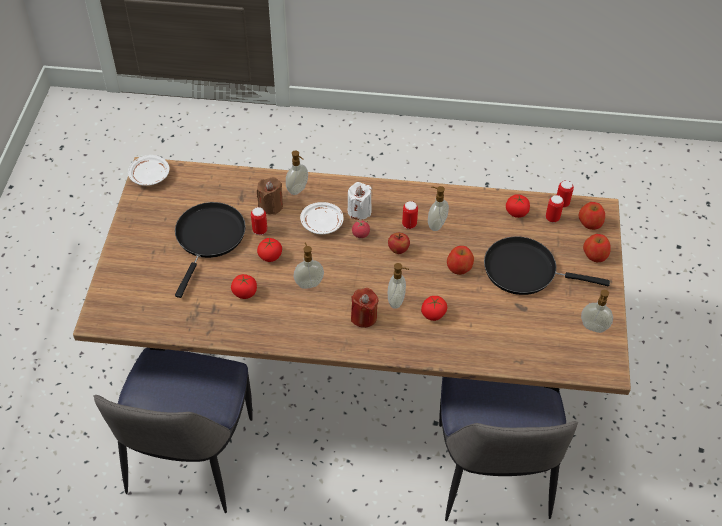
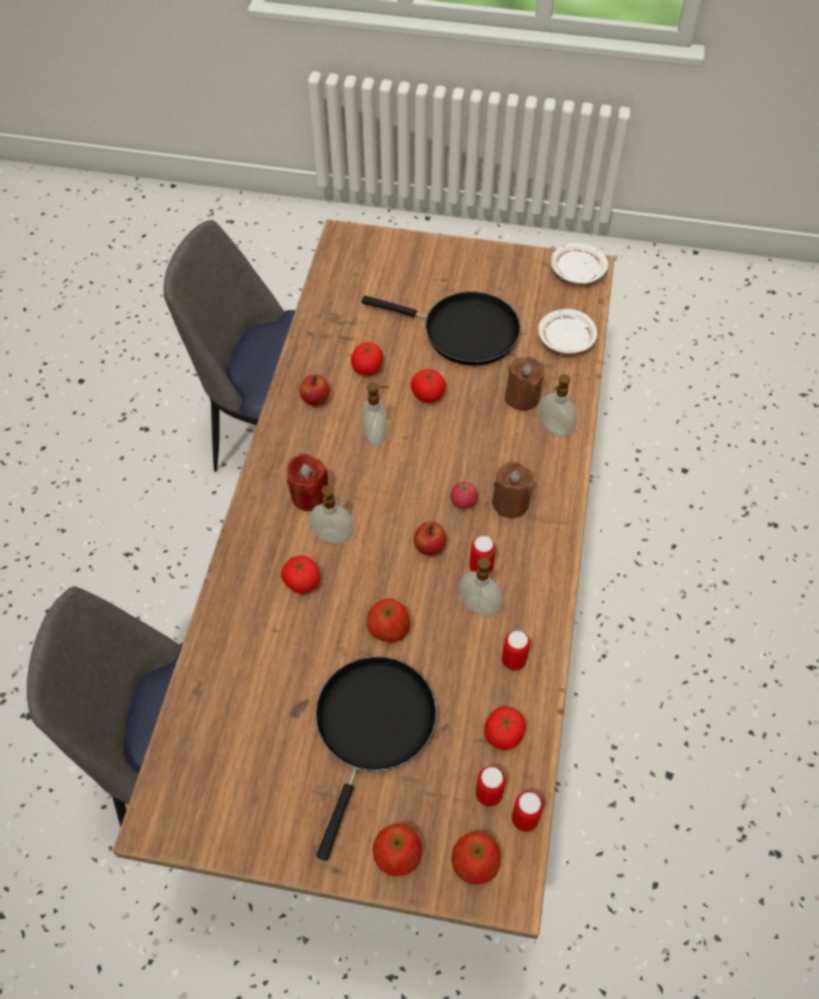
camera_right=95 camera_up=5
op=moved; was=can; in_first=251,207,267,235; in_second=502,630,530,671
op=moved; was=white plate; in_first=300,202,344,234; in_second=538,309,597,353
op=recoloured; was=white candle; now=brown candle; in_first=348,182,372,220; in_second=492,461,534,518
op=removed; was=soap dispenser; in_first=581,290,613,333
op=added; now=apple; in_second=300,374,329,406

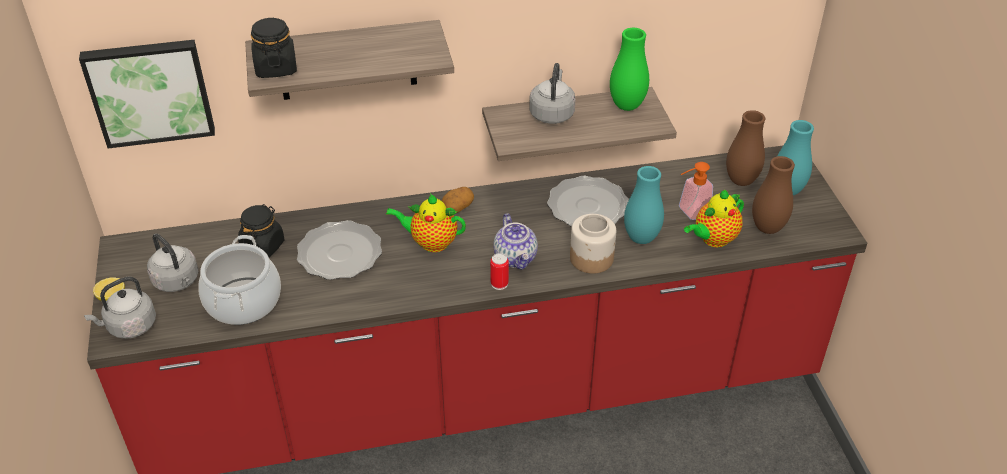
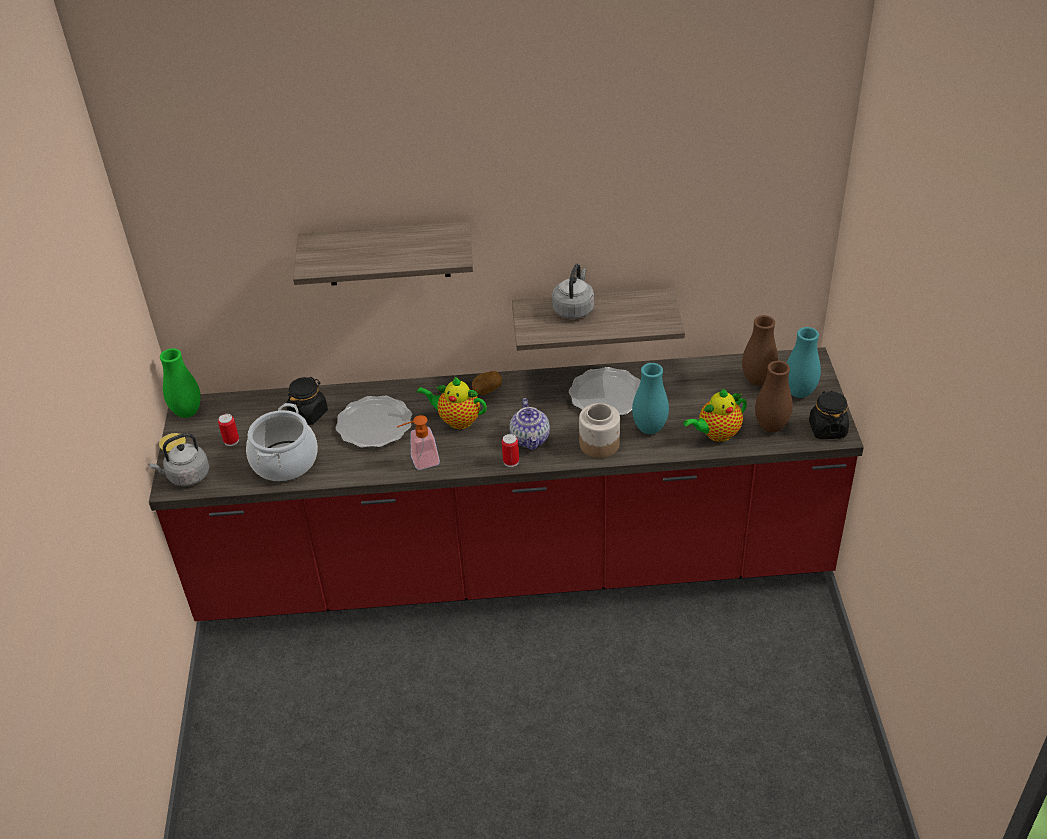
camera_right=10 camera_up=0
op=removed; was=picture; in_first=79,40,215,148
op=replaced; was=grey kettle; now=can; in_first=147,233,199,292; in_second=218,414,239,446
op=moved; was=black jar; in_first=251,18,297,78; in_second=809,390,849,439
op=moved; was=green vase; in_first=610,28,649,111; in_second=160,348,201,418
op=moved; was=soap dispenser; in_first=679,162,713,220; in_second=397,415,440,470

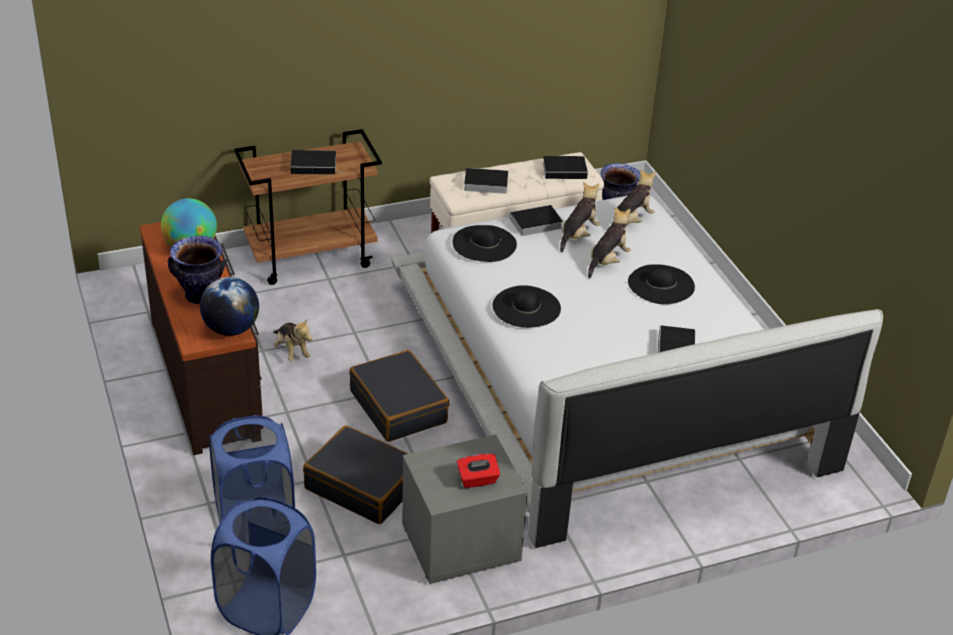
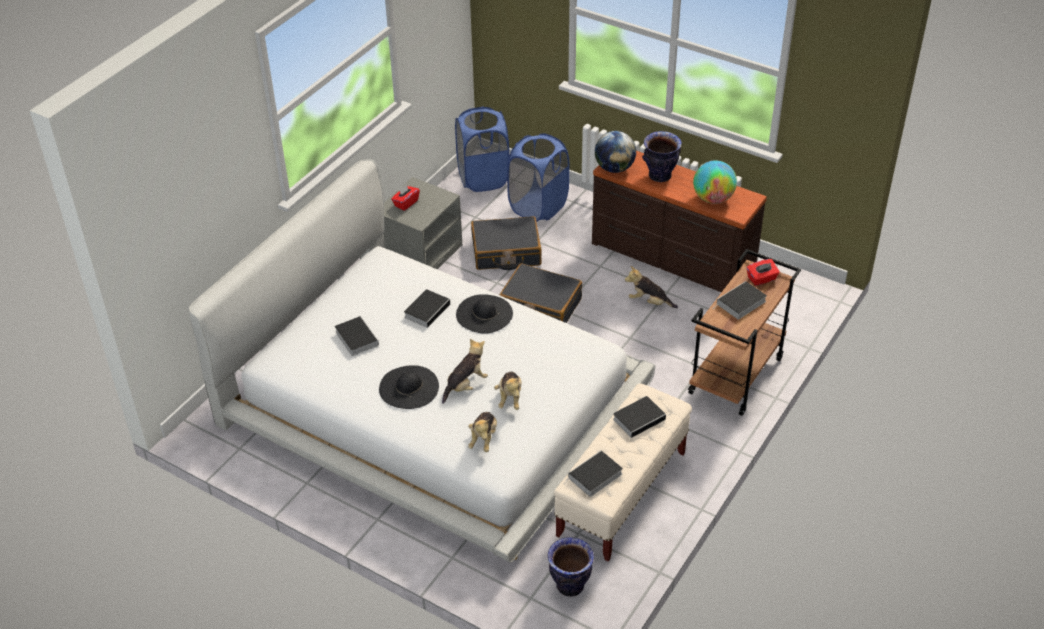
camera_right=145 camera_up=5
op=removed; was=black hat; in_first=453,225,517,262
op=moved; was=book; in_first=503,205,563,236; in_second=404,289,453,328
op=turned; was=plush toy; in_first=588,207,631,278; in_second=442,339,488,404; clockwise=-135
op=added; now=red tissue box; in_second=747,259,780,286

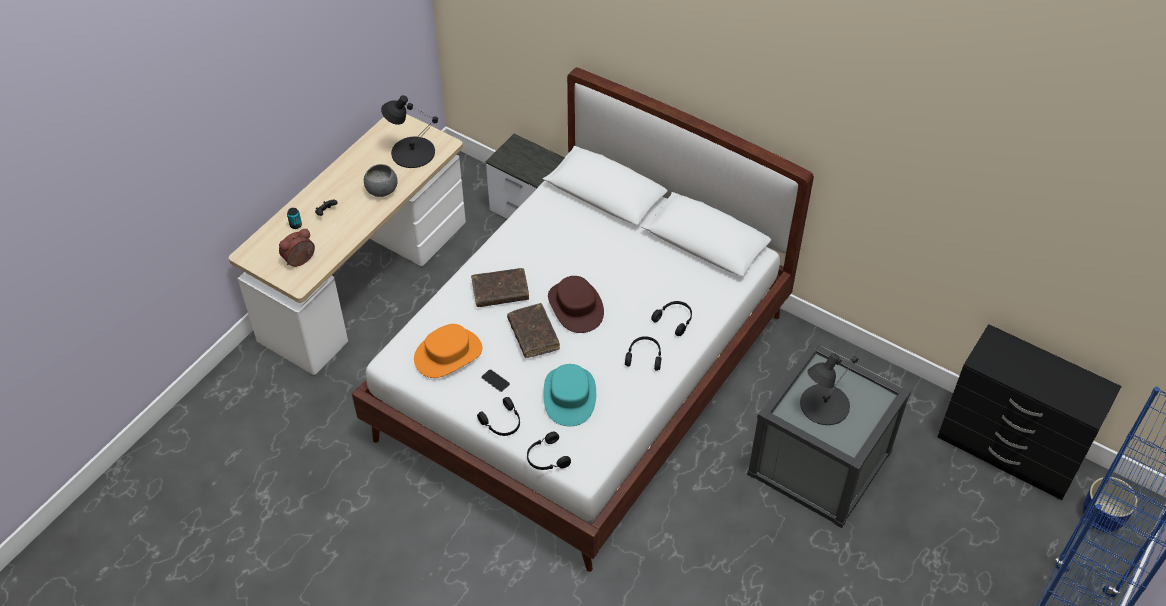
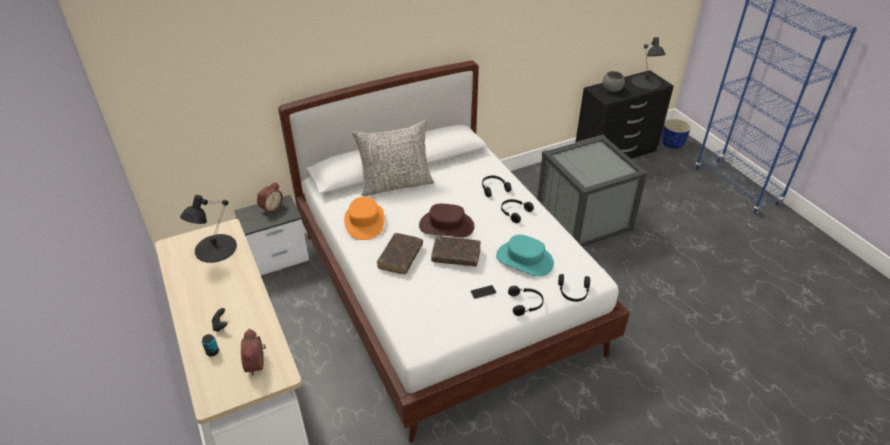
camera_right=-60 camera_up=-10
op=moved; was=grey bowl; in_first=364,164,398,197; in_second=602,71,625,92
op=moved; was=orange hat; in_first=414,324,482,378; in_second=344,197,385,240
op=moved; was=black table lamp; in_first=800,353,858,425; in_second=631,37,666,90
op=added; now=alarm clock; in_second=257,182,283,214
op=added; now=grey pillow; in_second=352,120,434,196

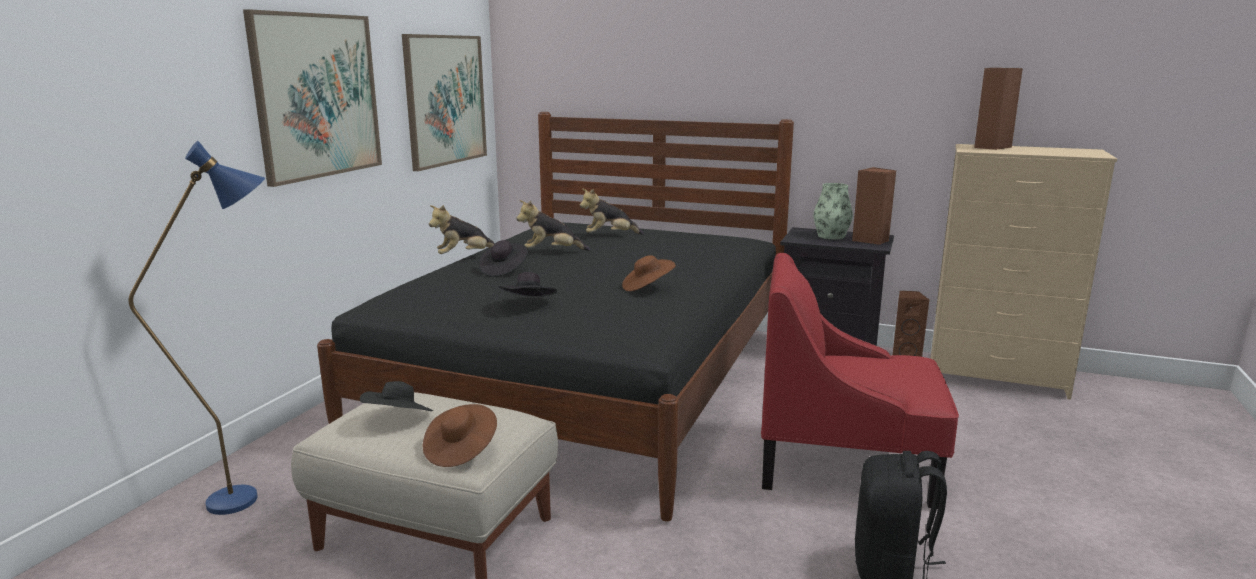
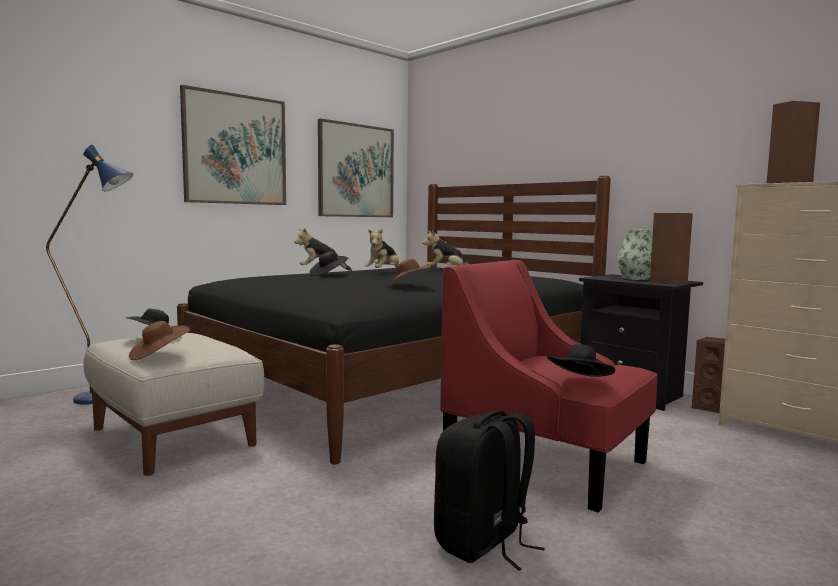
camera_right=25 camera_up=-10
op=moved; was=black hat; in_first=498,272,557,297; in_second=547,344,615,377
op=turned; was=plush toy; in_first=516,200,590,251; in_second=365,228,399,270; clockwise=-75

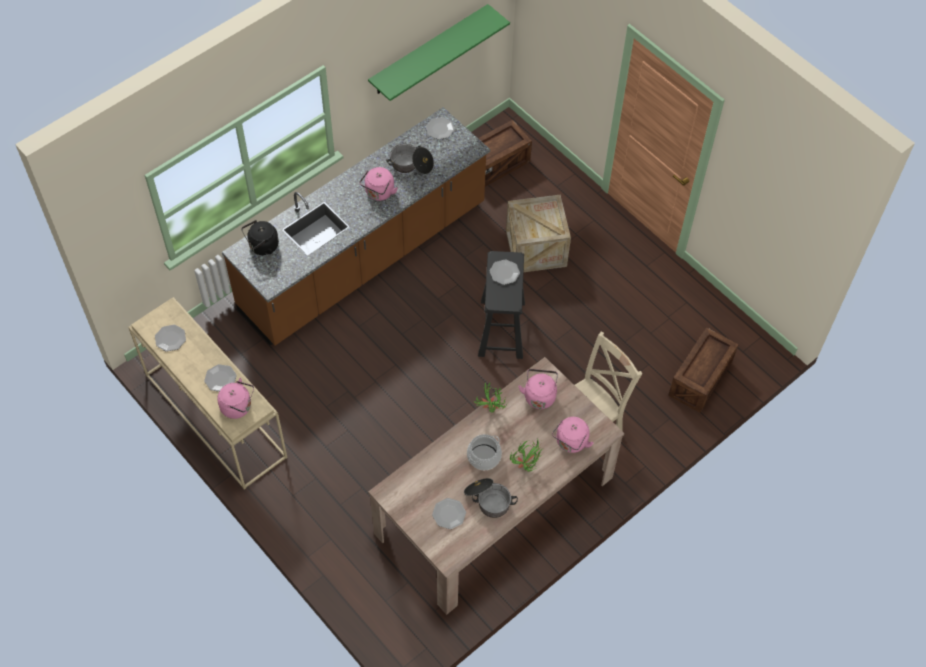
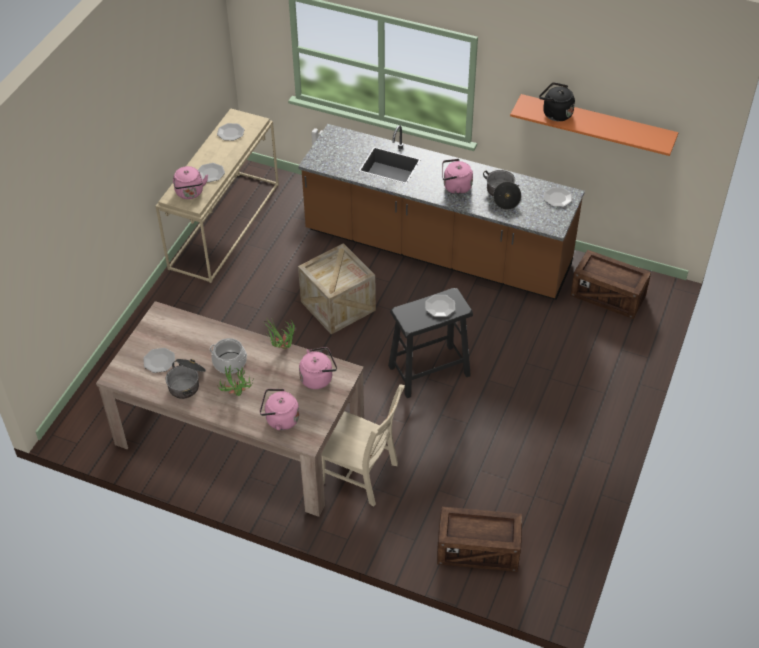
camera_right=65 camera_up=-10
op=moved; was=black kettle; in_first=241,220,279,255; in_second=539,82,575,121
op=recoloured; was=green shelf; now=orange shelf; in_first=368,4,510,101; in_second=510,94,679,156
op=moved; was=crate; in_first=506,195,571,272; in_second=298,243,376,334

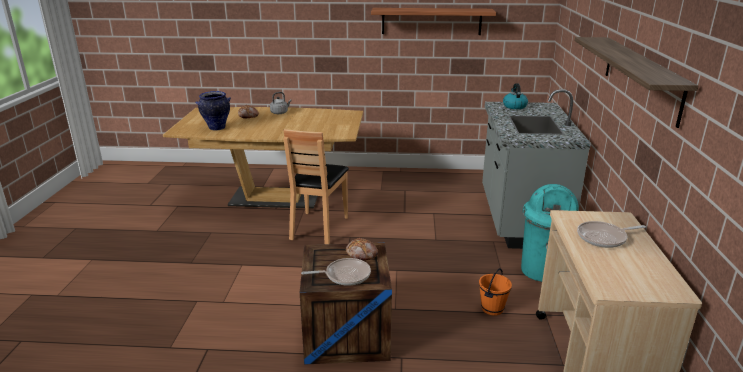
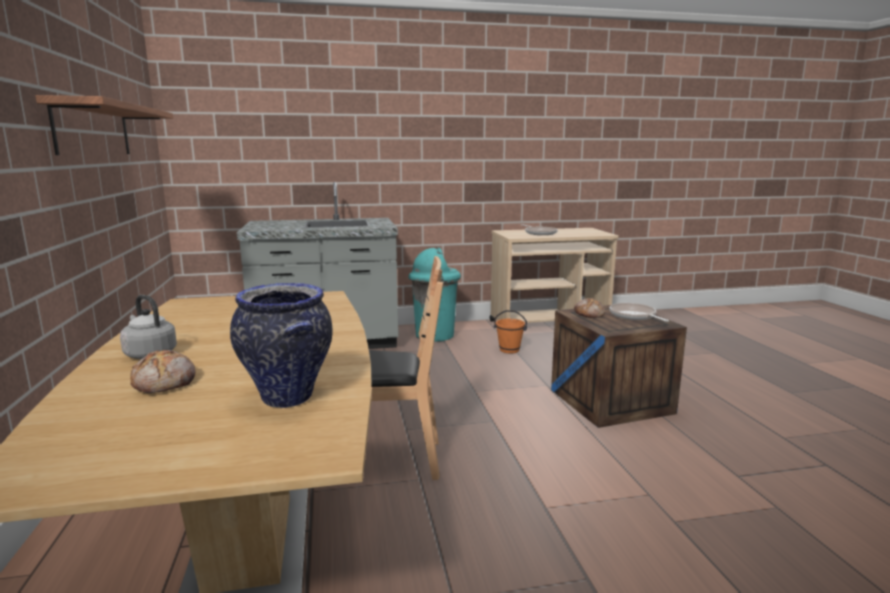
camera_right=-105 camera_up=-10
op=removed; was=kettle; in_first=503,83,528,109
op=removed; was=shelf; in_first=575,37,699,128

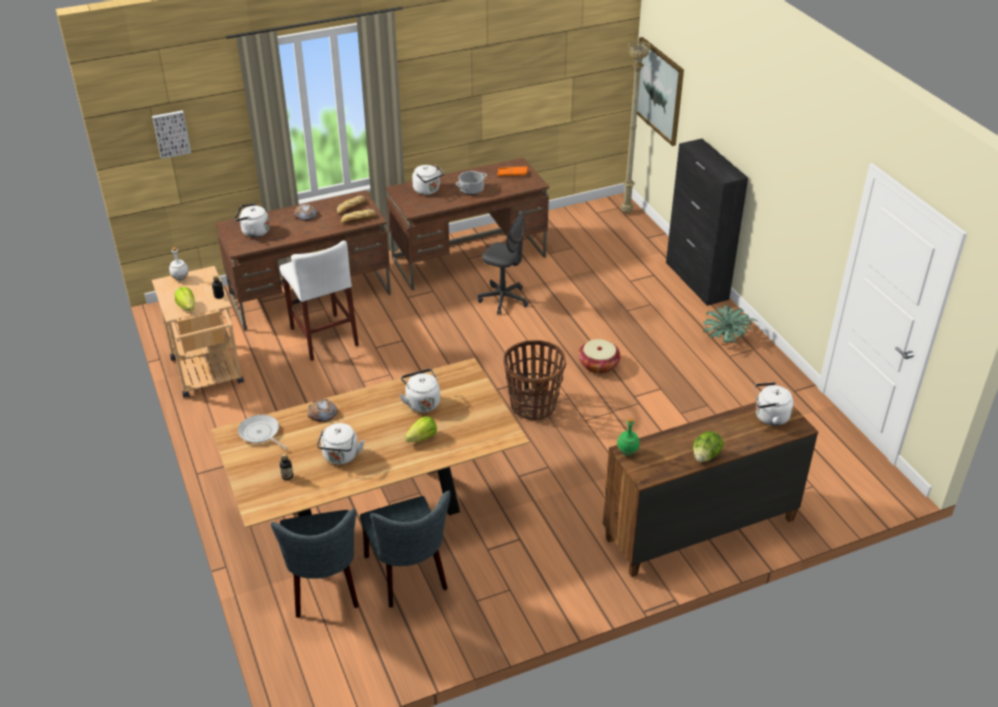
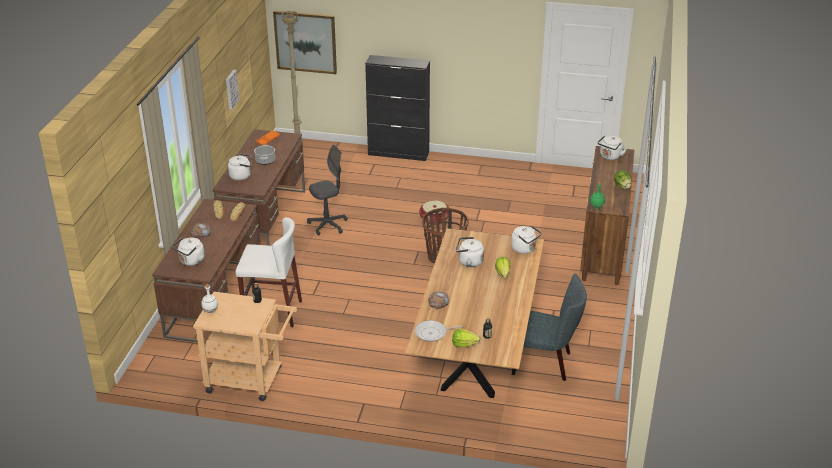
camera_right=-55 camera_up=-5
op=moved; was=picture; in_first=152,110,191,159; in_second=226,70,240,110
op=moved; was=lettuce; in_first=174,287,195,311; in_second=452,329,481,347
op=removed; was=grey chair; in_first=271,509,359,618
op=moved; was=white kettle; in_first=317,423,365,464; in_second=511,226,542,254
op=removed; was=potted plant; in_first=703,305,759,343

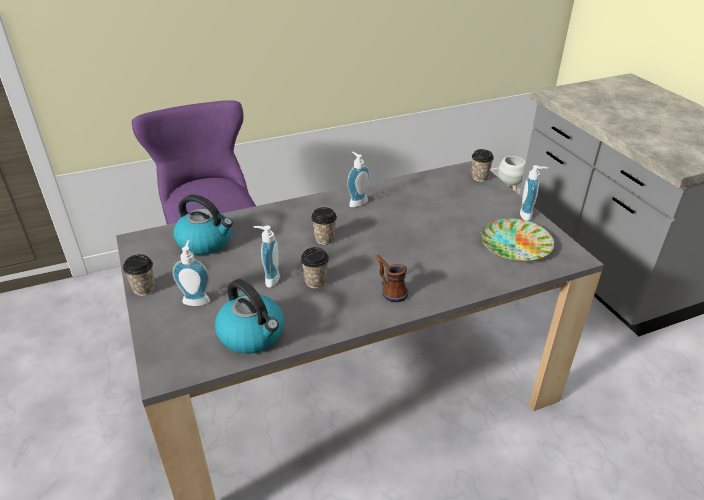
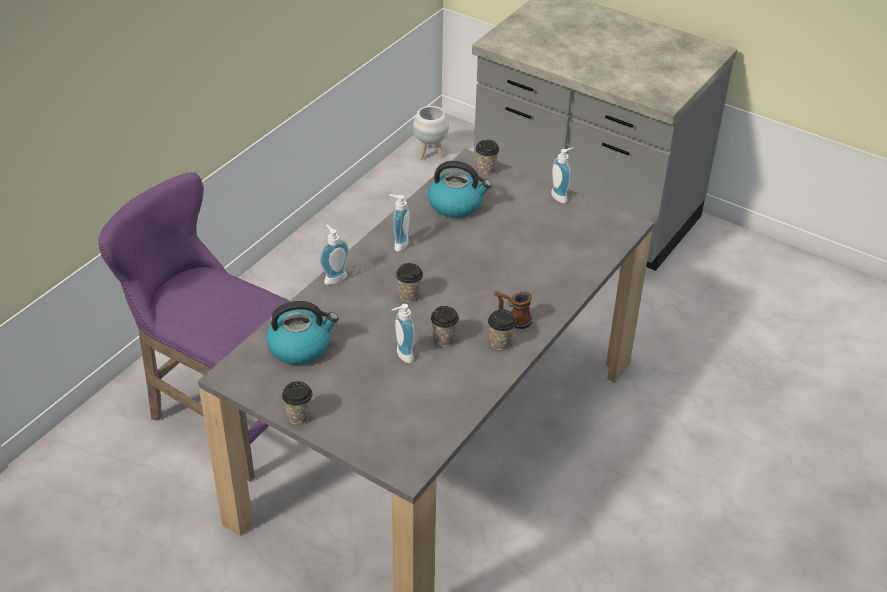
camera_right=-35 camera_up=5
op=moved; was=soap dispenser; in_first=172,240,210,306; in_second=320,224,349,285
op=moved; was=kettle; in_first=215,279,284,354; in_second=428,161,492,218
op=removed; was=plate; in_first=480,218,554,262
op=added; now=cup; in_second=488,309,516,350

